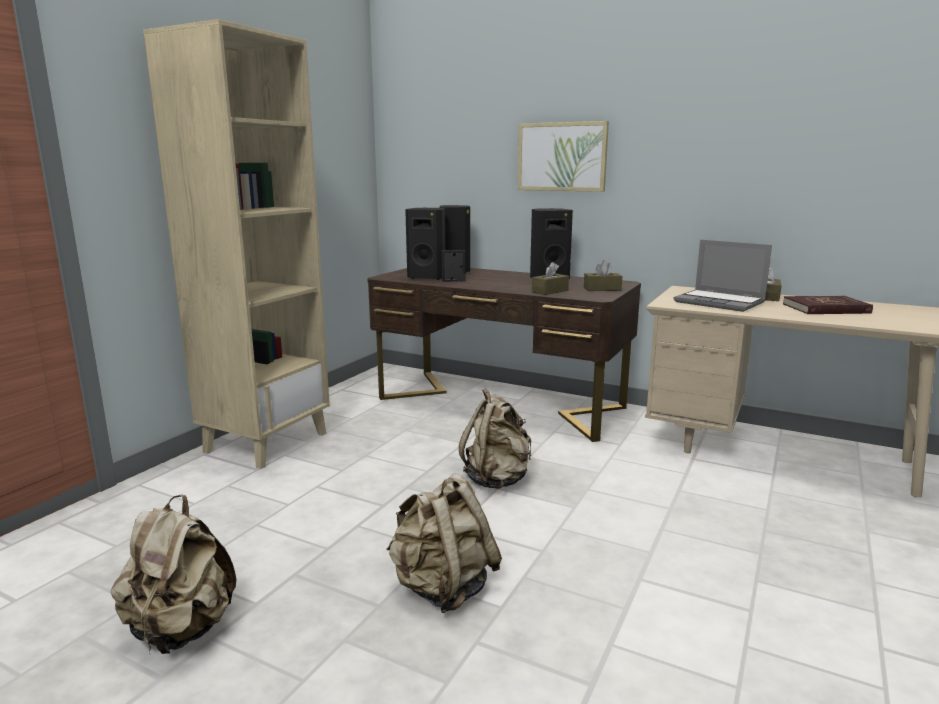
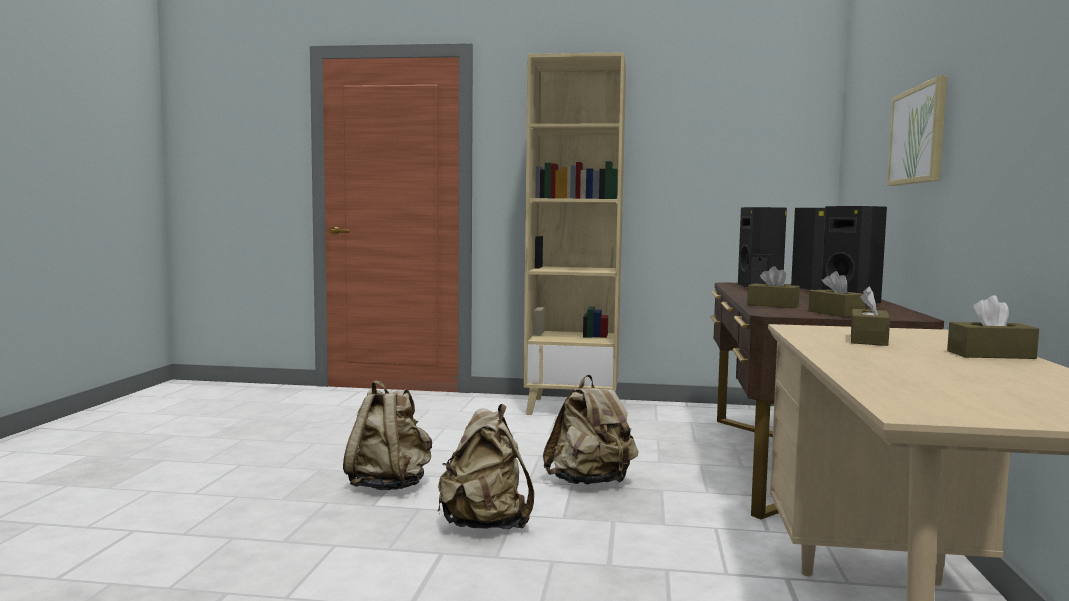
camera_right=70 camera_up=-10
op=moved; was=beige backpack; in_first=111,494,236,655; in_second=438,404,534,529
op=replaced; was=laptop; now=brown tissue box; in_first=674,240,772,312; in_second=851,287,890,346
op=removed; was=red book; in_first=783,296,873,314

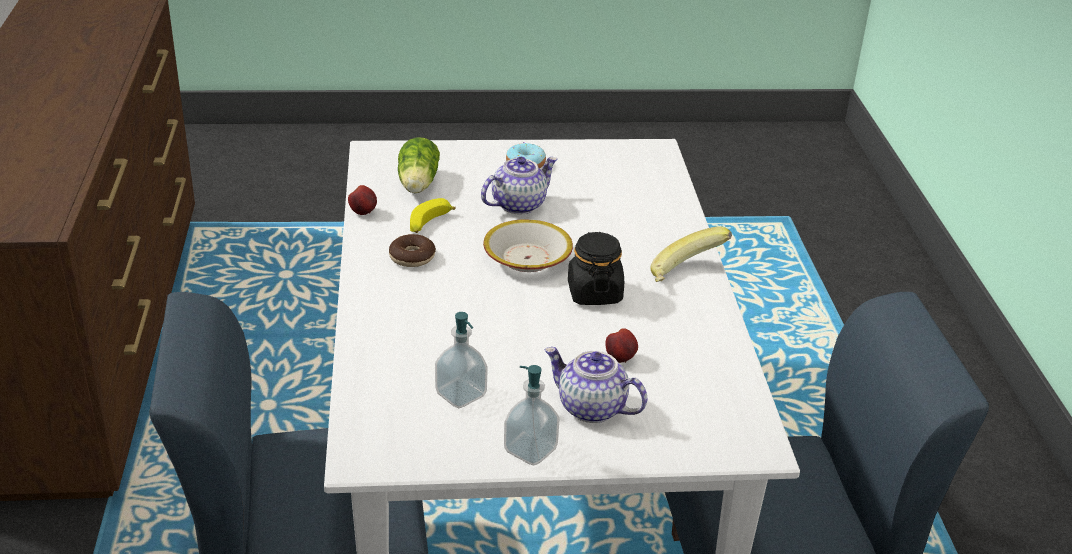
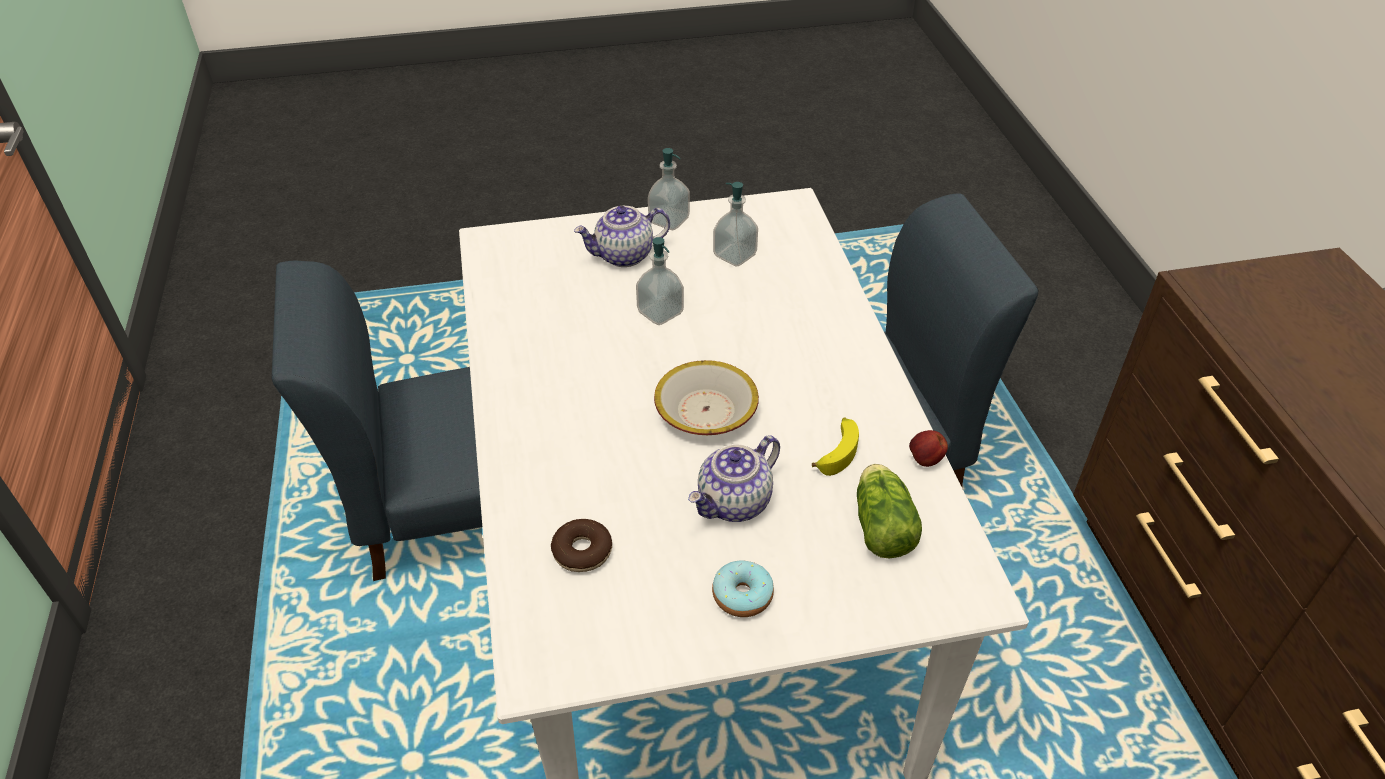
camera_right=175 camera_up=10
op=moved; was=donut; in_first=389,234,436,267; in_second=551,519,612,572
op=turned; was=teapot; in_first=544,347,647,423; in_second=574,206,670,267; clockwise=135
op=removed; was=black jar; in_first=568,232,624,305
op=removed; was=apple; in_first=605,328,638,363
op=removed; was=banana; in_first=650,226,732,282
op=added; now=soap dispenser; in_second=636,237,684,325

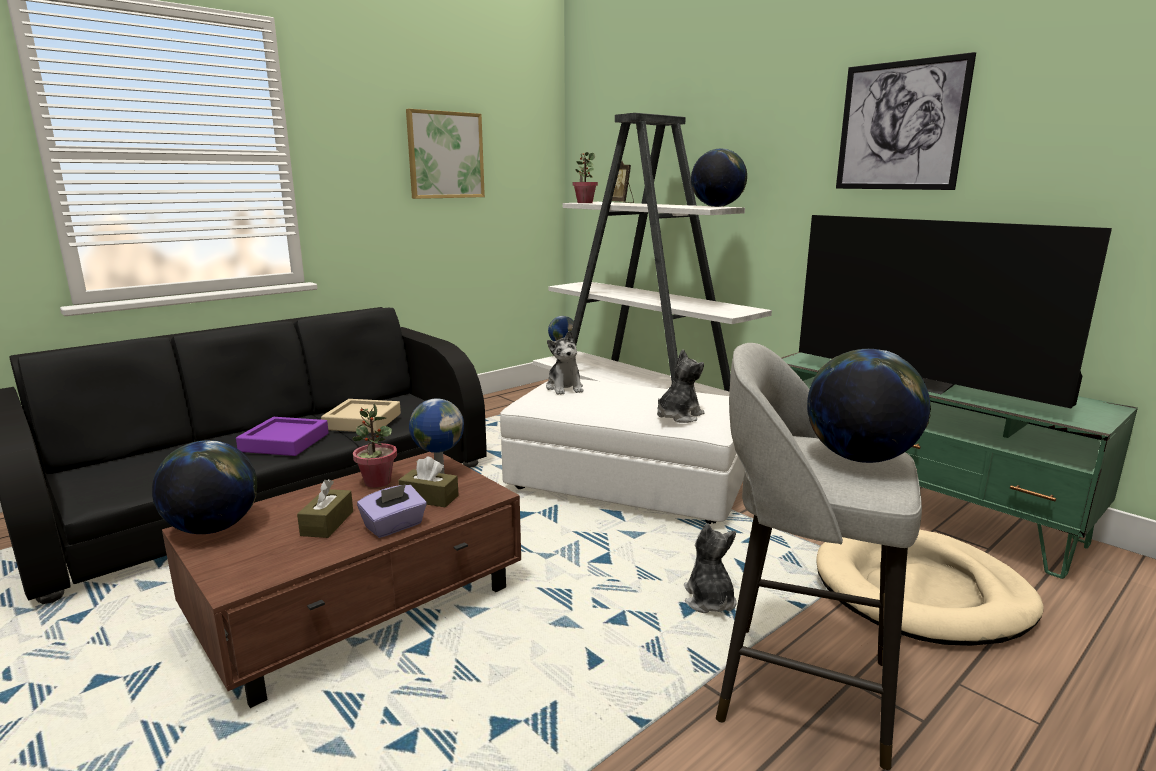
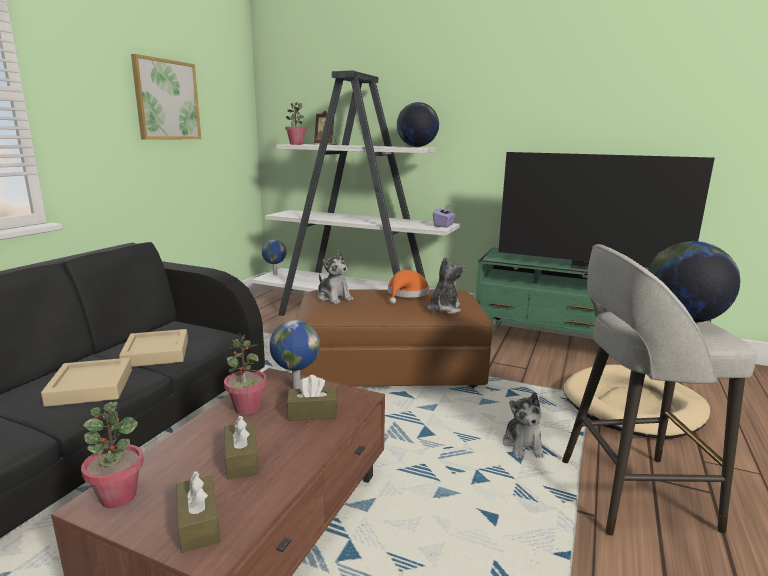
camera_right=-25 camera_up=0
op=replaced; was=globe; now=potted plant; in_first=152,440,257,534; in_second=81,402,144,508
op=recoloured; was=purple tray; now=beige tray; in_first=236,417,329,456; in_second=41,358,132,407
op=moved; was=purple tissue box; in_first=357,484,427,538; in_second=433,205,456,227
op=recoloured; was=white ottoman; now=brown ottoman; in_first=500,379,745,524; in_second=295,290,493,388
op=turned; was=plush toy; in_first=684,523,736,613; in_second=503,392,545,458; clockwise=-150
op=removed; was=picture; in_first=836,52,976,190
op=added; now=brown tissue box; in_second=176,471,221,553
op=added; now=orange hat; in_second=388,270,429,304

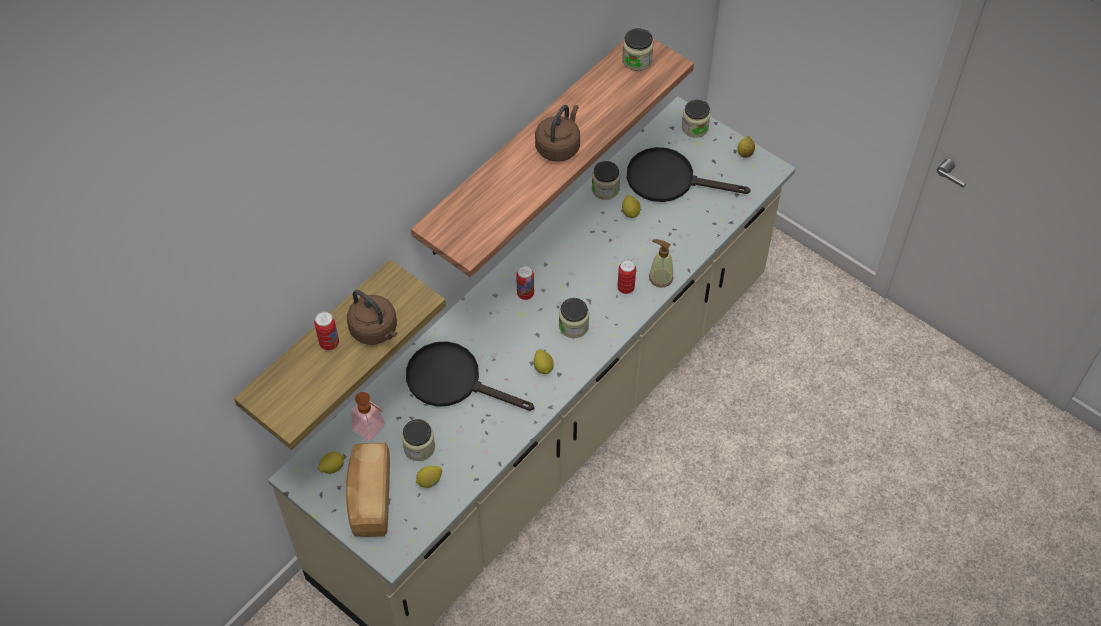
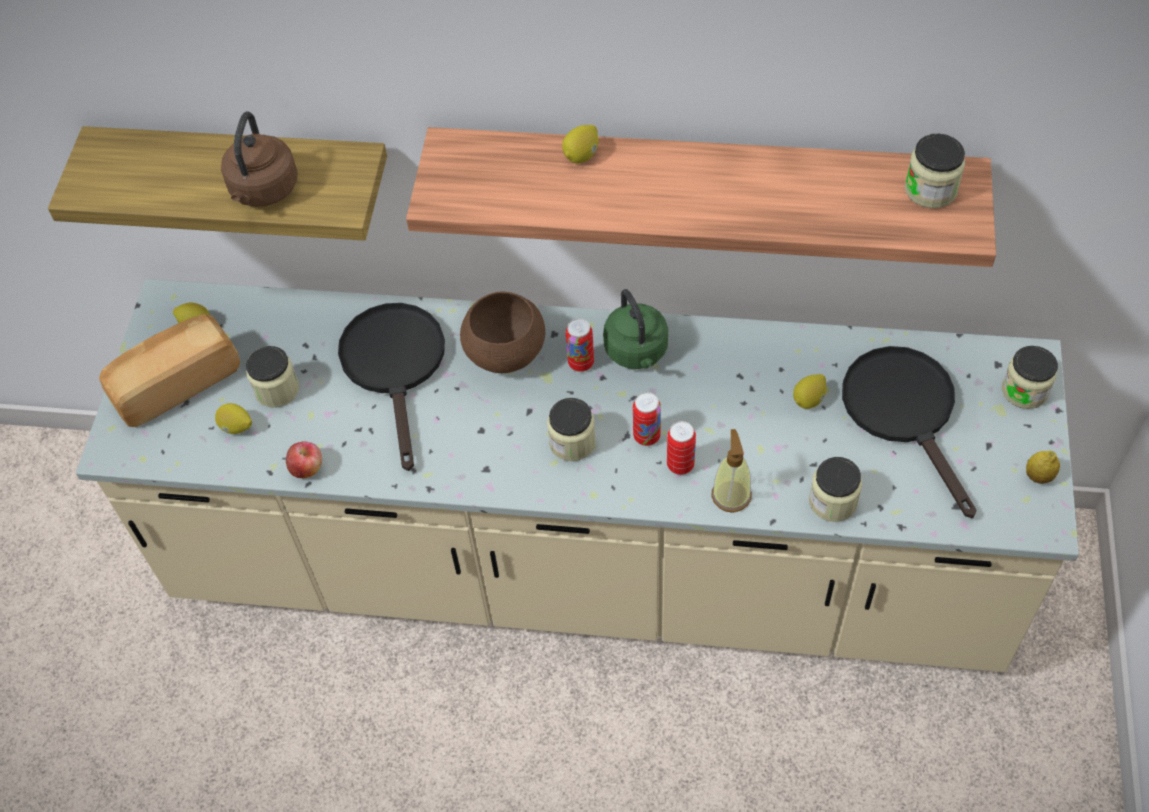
camera_right=60 camera_up=0
op=moved; was=can; in_first=314,311,339,351; in_second=633,392,661,446
op=removed; was=soap dispenser; in_first=351,392,385,441
op=moved; was=lemon; in_first=534,349,554,374; in_second=562,125,599,163
op=removed; was=brown kettle; in_first=535,105,580,162
op=moved; was=jar; in_first=592,161,620,200; in_second=809,457,862,522
op=added; now=apple; in_second=286,441,322,478
op=added; now=brown bowl; in_second=460,292,545,373
op=added; now=green kettle; in_second=603,289,668,369

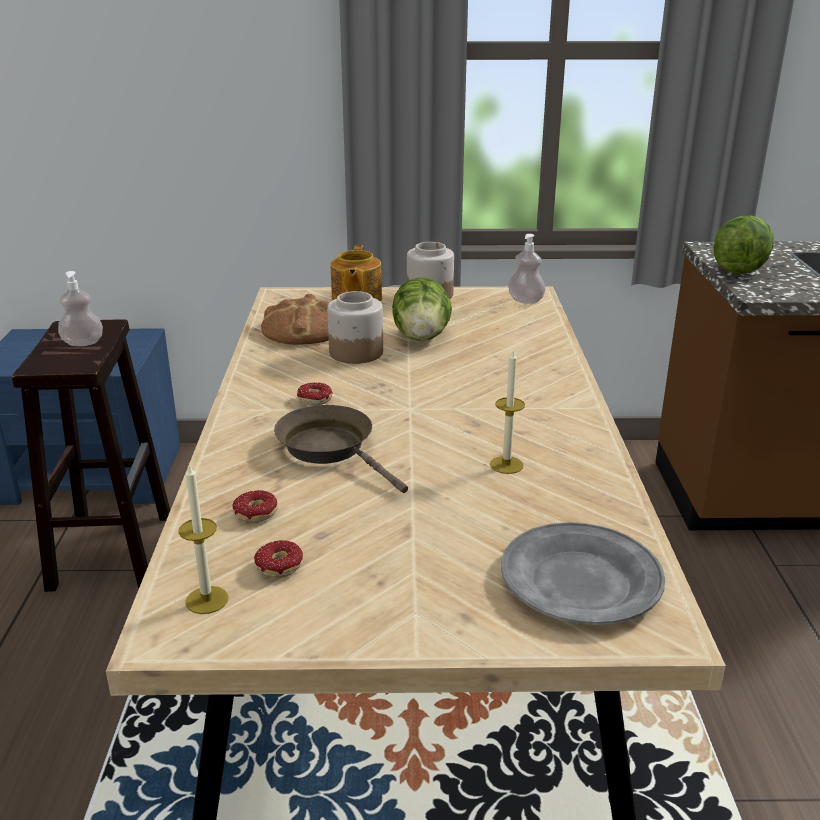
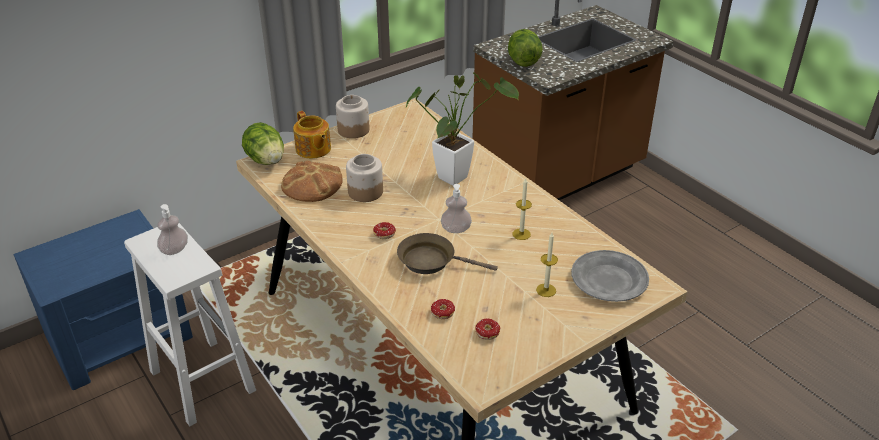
camera_right=-35 camera_up=10
op=recoloured; was=brown stool; now=white stool; in_first=12,319,170,592; in_second=124,223,256,426
op=moved; was=candle; in_first=178,464,228,614; in_second=536,233,558,297
op=moved; was=lettuce; in_first=392,277,452,341; in_second=242,122,284,165
op=moved; was=soap dispenser; in_first=508,234,546,304; in_second=441,184,472,233
op=added; now=potted plant; in_second=405,72,519,185

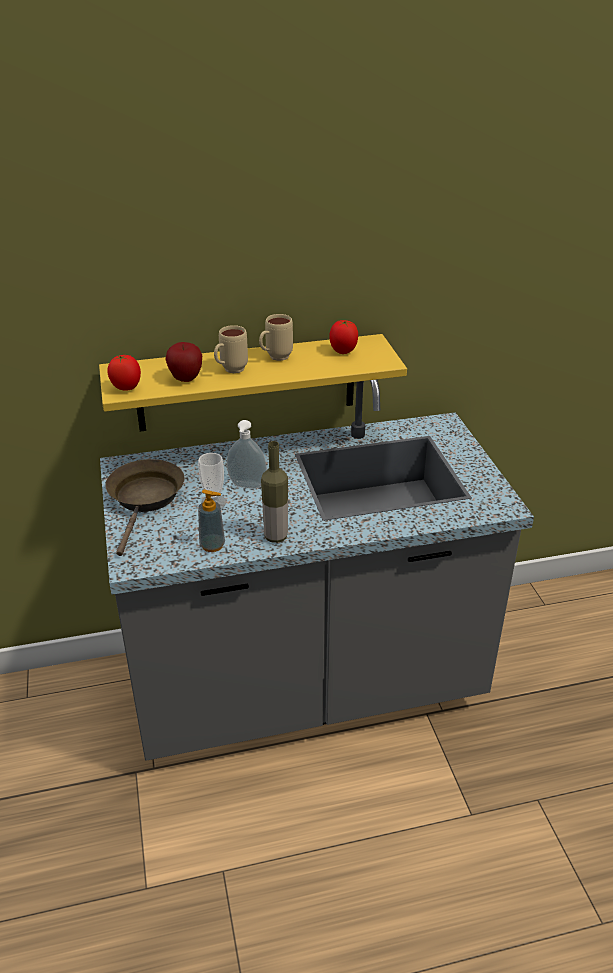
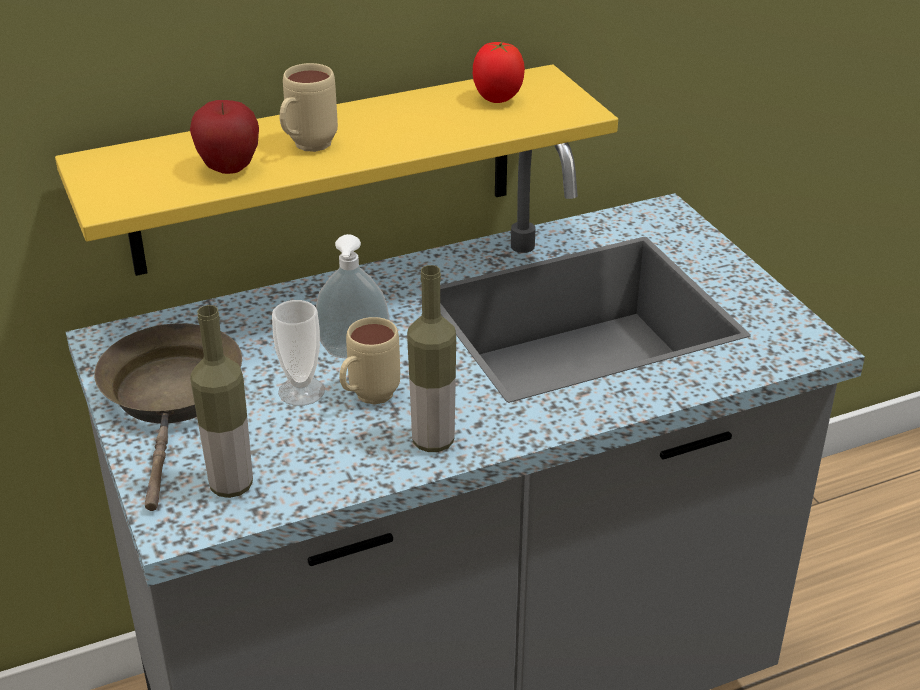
camera_right=-10 camera_up=0
op=removed; was=tomato; in_first=107,355,141,391
op=removed; was=soap dispenser; in_first=198,489,225,552
op=moved; was=beige mug; in_first=259,314,293,361; in_second=339,317,400,405
op=added; now=bottle; in_second=190,305,253,498

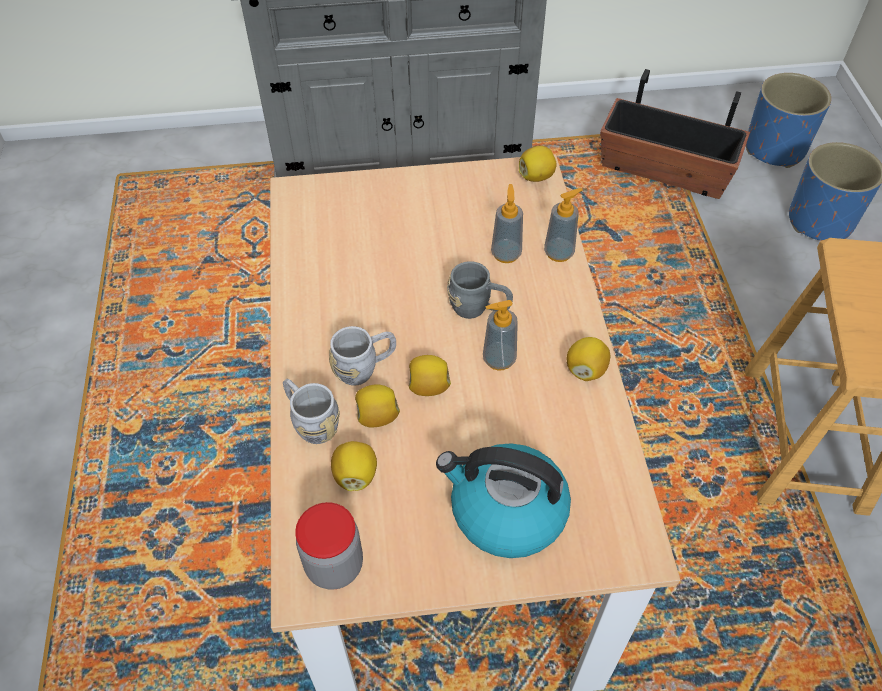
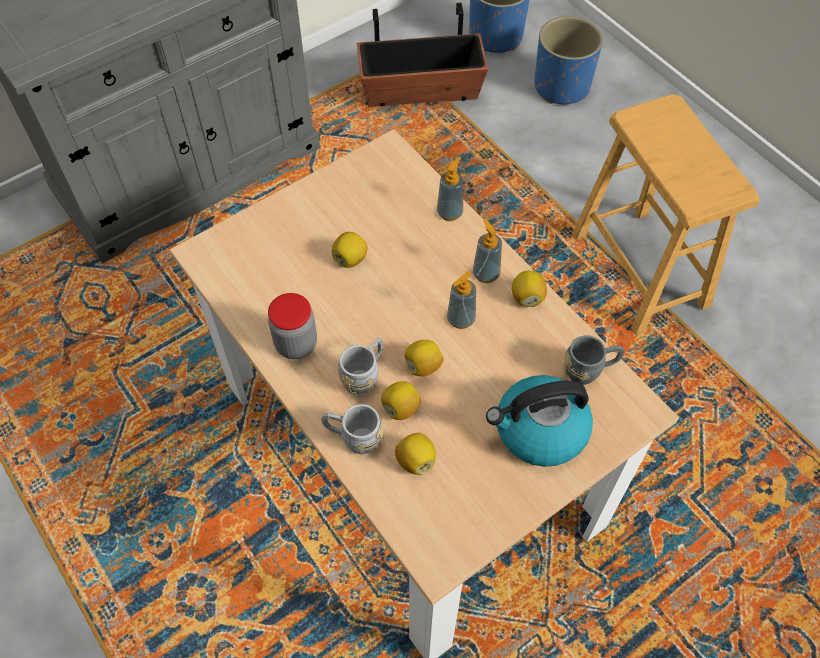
camera_right=-30 camera_up=5
op=moved; was=jar; in_first=295,502,363,590; in_second=268,293,317,359
op=moved; was=grey mug; in_first=447,261,513,319; in_second=564,335,624,385
op=moved; was=soap dispenser; in_first=491,184,523,263; in_second=473,219,502,283
op=moved; was=lemon; in_first=519,146,556,182; in_second=332,232,367,268

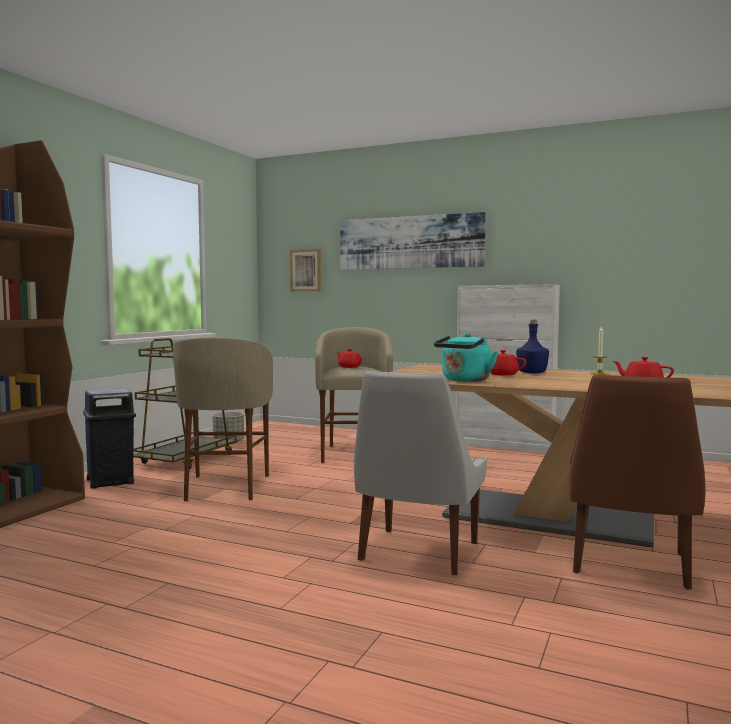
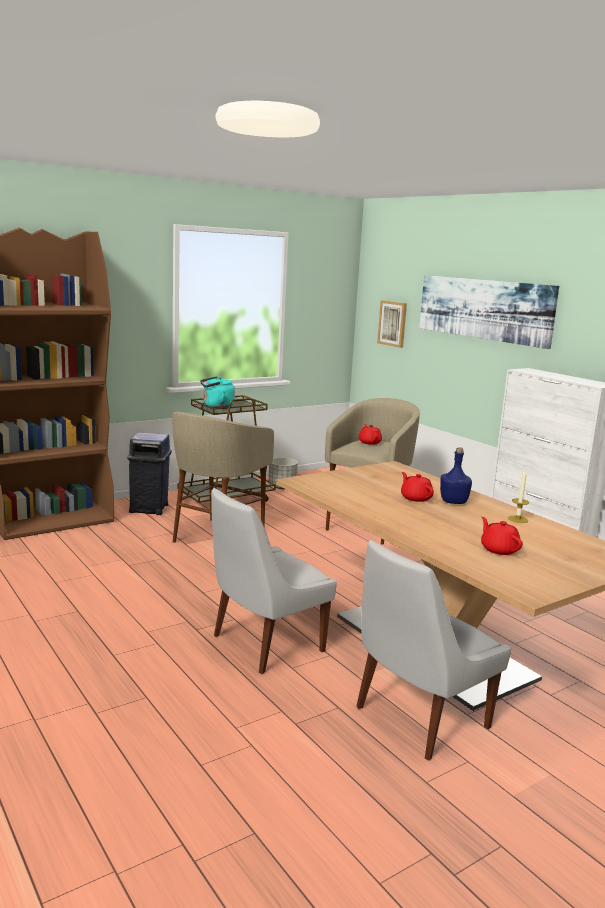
camera_right=30 camera_up=10
op=moved; was=turquoise kettle; in_first=434,333,498,382; in_second=200,376,235,408
op=recoloured; was=brown chair; now=white chair; in_first=569,375,705,590; in_second=357,540,511,761

